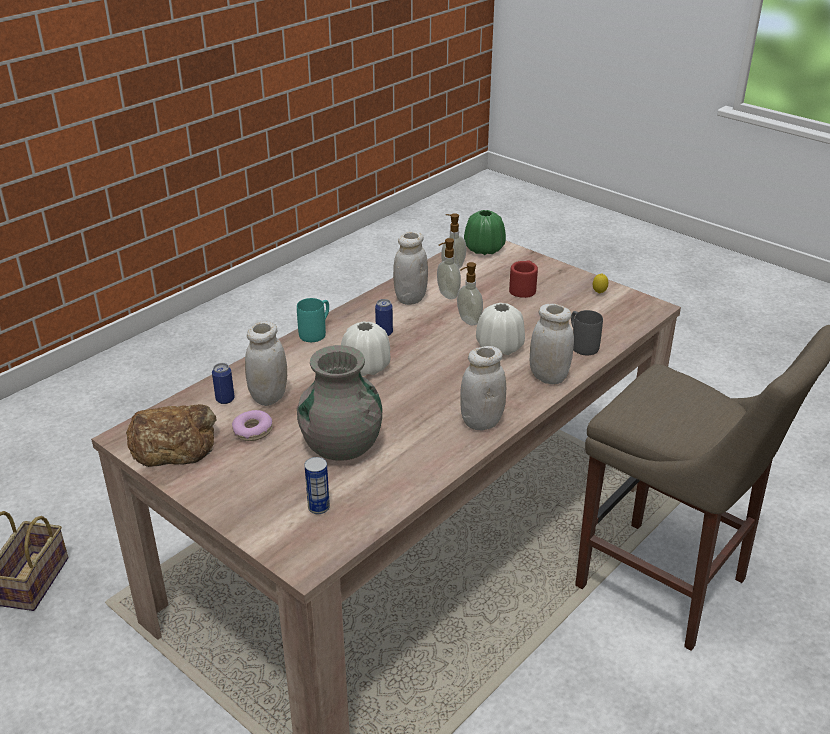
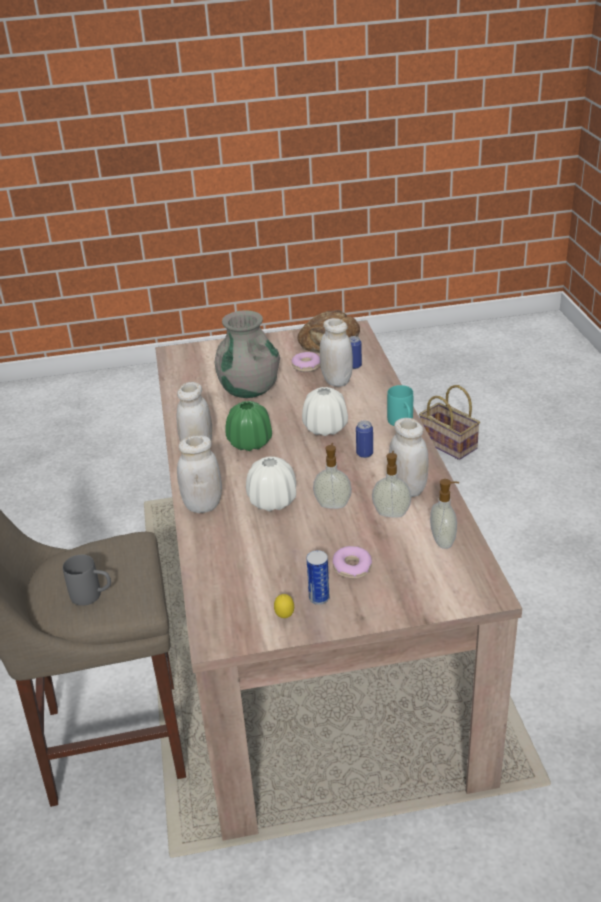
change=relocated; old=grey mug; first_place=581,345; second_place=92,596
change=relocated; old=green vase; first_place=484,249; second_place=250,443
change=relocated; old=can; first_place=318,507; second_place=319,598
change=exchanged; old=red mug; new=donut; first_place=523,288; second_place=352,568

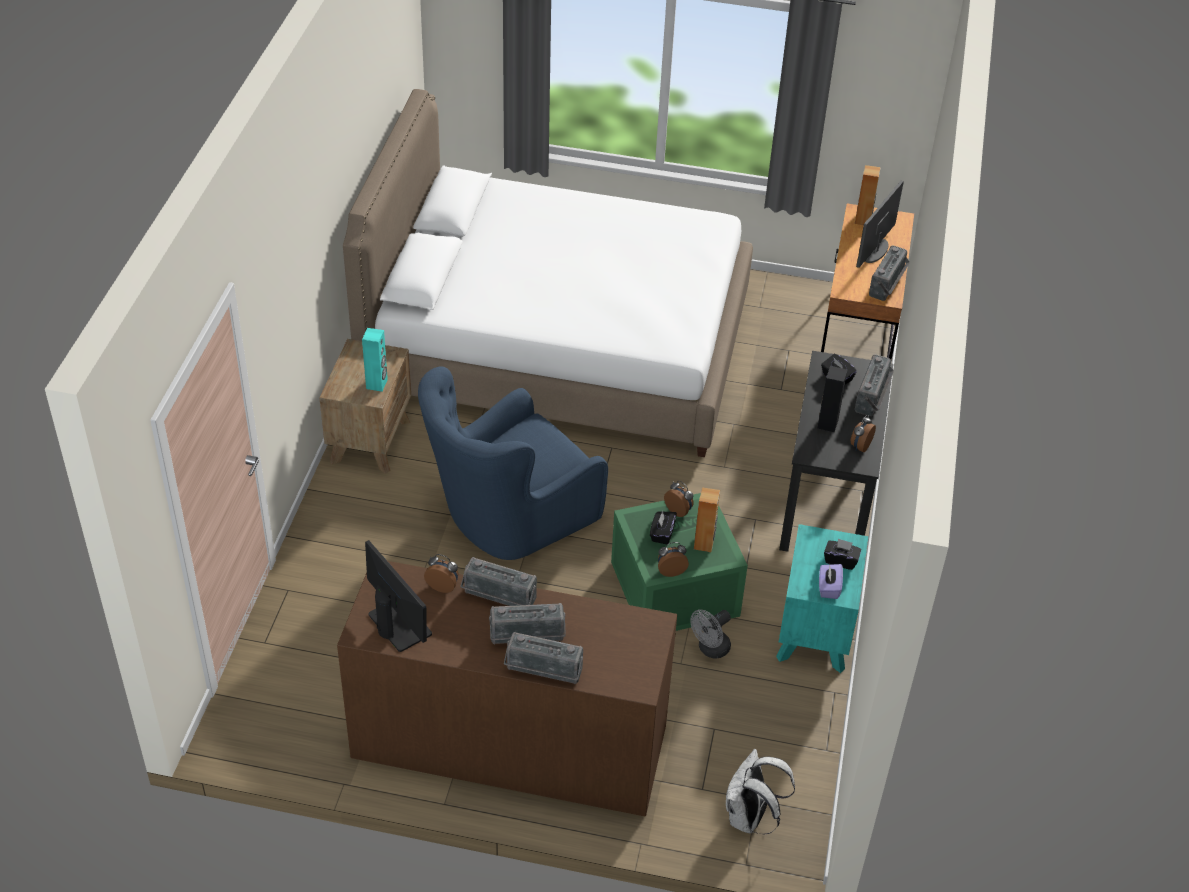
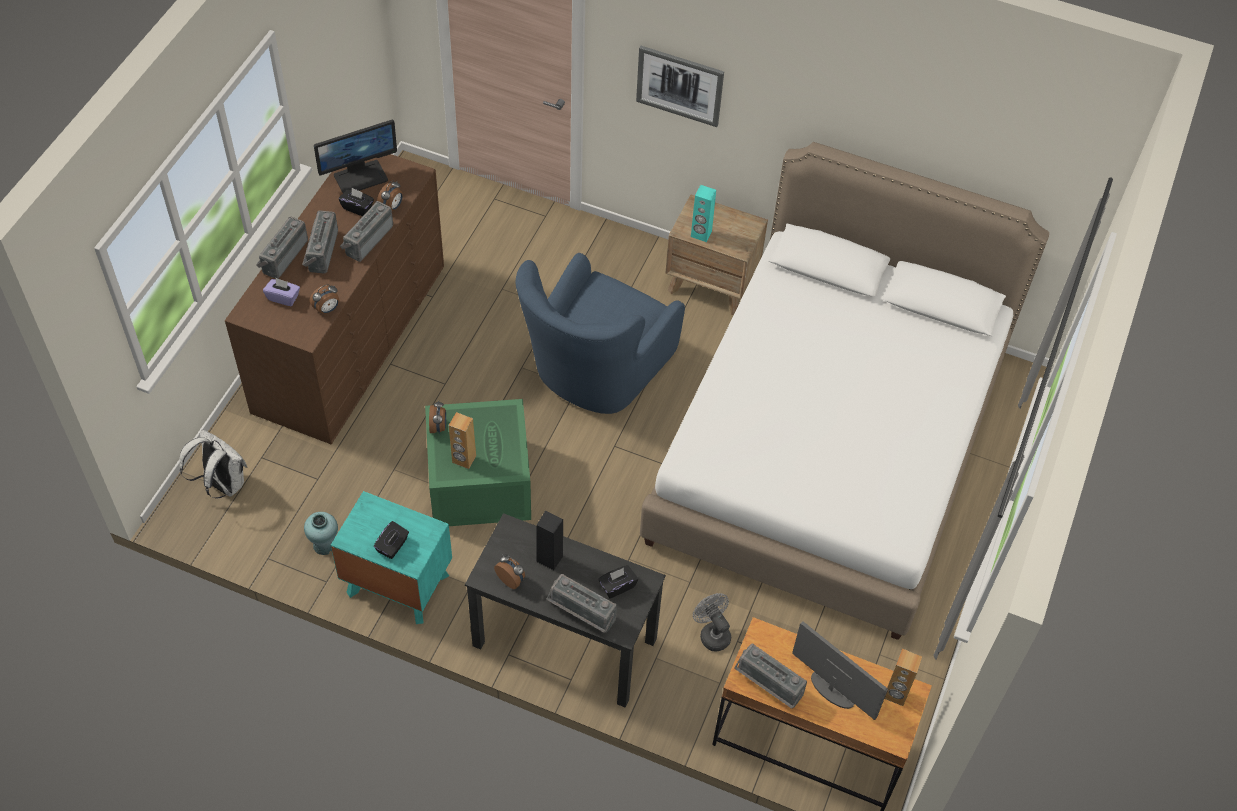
change=relocated; old=purple tissue box; first_place=828,588; second_place=283,297
change=appeared; new=turquoise vase; second_place=324,545
change=relocated; old=alarm clock; first_place=679,510; second_place=327,309
change=relocated; old=black tissue box; first_place=662,534; second_place=357,208
change=spun; old=blue armchair; first_place=509,517; second_place=595,372; degrees=-120
change=appeared; new=picture; second_place=679,85
change=relocated; old=grey fan; first_place=710,649; second_place=712,633

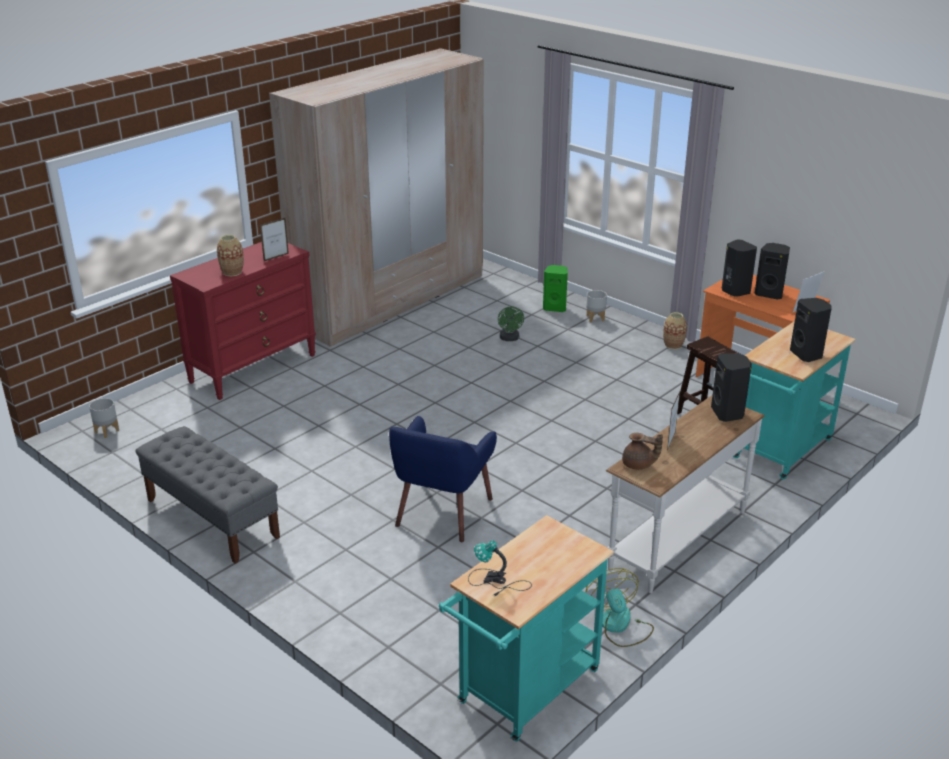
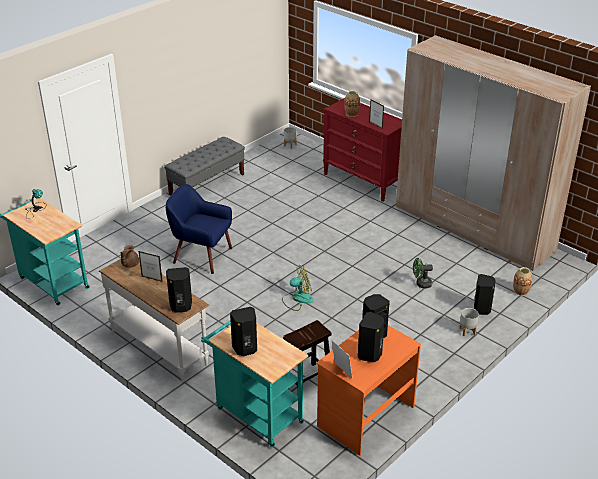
change=relocated; old=fan; first_place=619,626; second_place=297,299
change=colour; old=green speaker; new=black speaker; first_place=555,308; second_place=482,309
change=relocated; old=vase; first_place=673,345; second_place=520,291

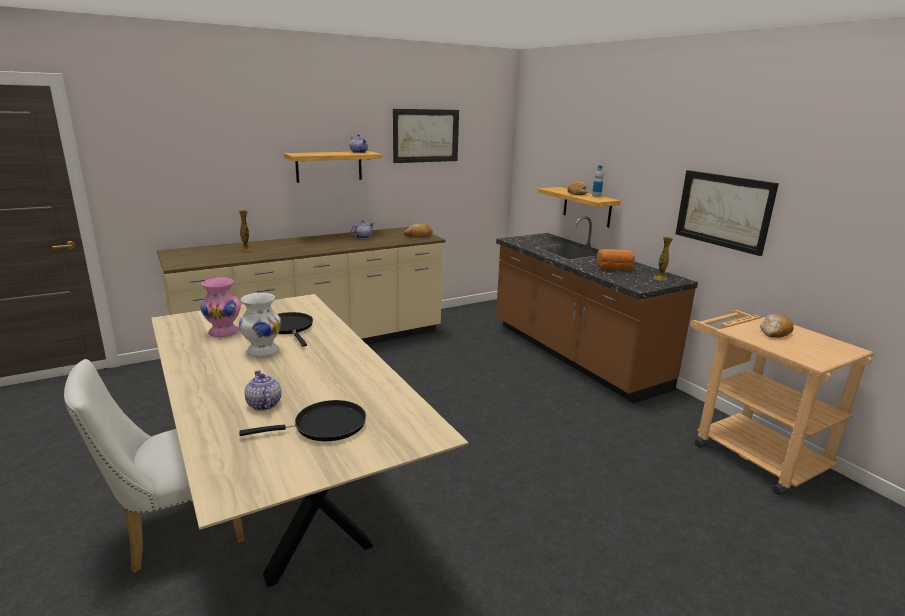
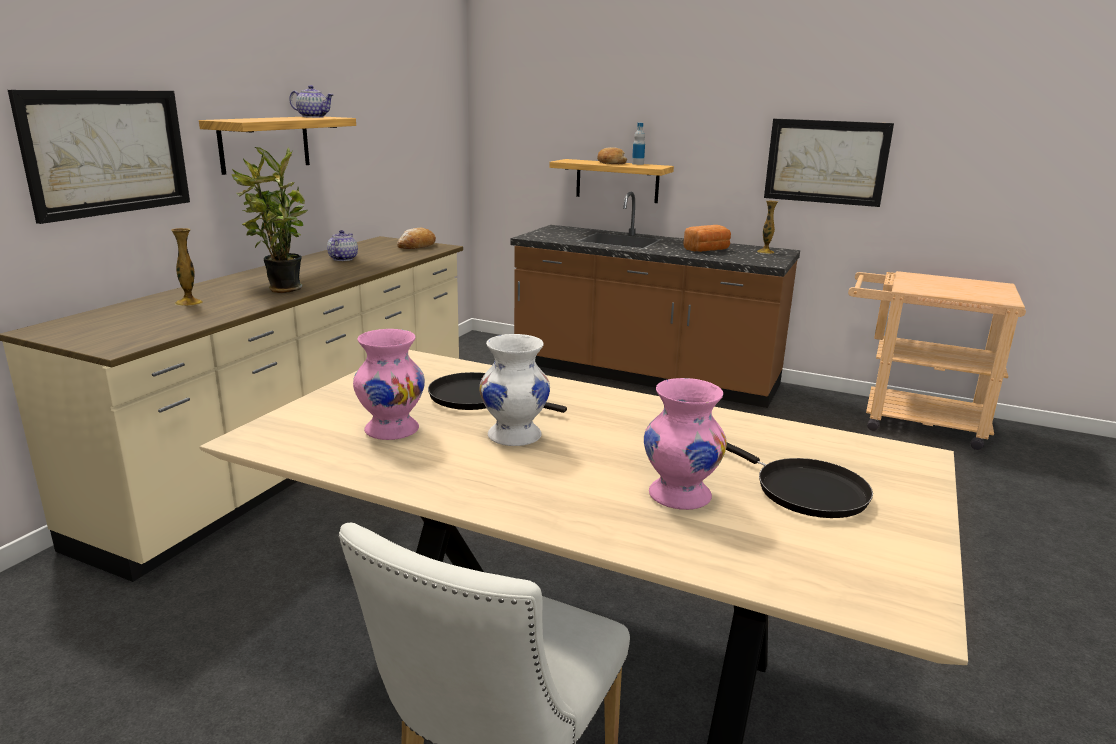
change=relocated; old=picture; first_place=425,135; second_place=107,152
change=appeared; new=potted plant; second_place=281,289
change=exchanged; old=teapot; new=pink vase; first_place=263,404; second_place=680,496
change=spun; old=black frying pan; first_place=324,426; second_place=804,491; degrees=105
change=missing; old=bread; first_place=774,332

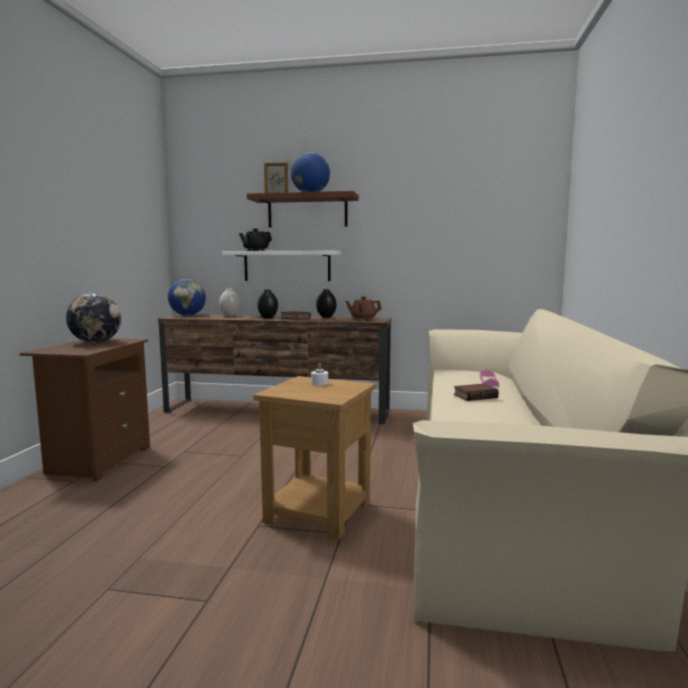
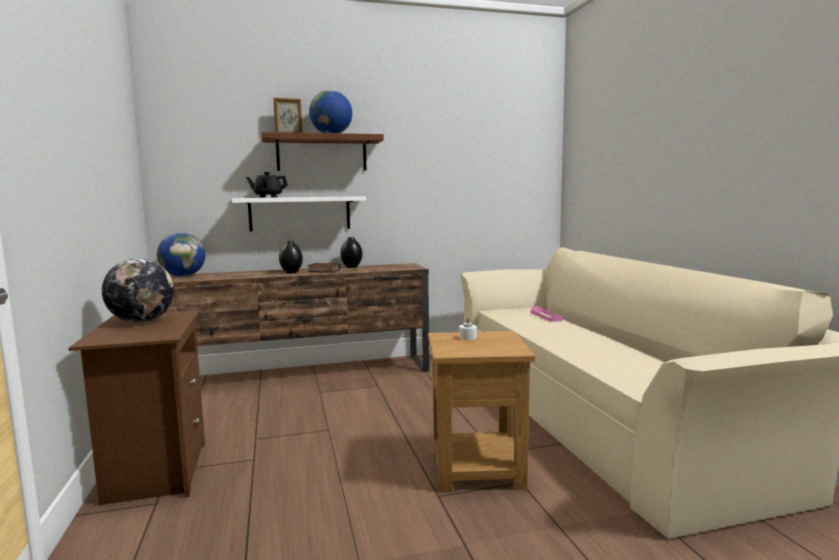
change=missing; old=white vase; first_place=230,315
change=missing; old=brown teapot; first_place=363,319
change=missing; old=book; first_place=475,396

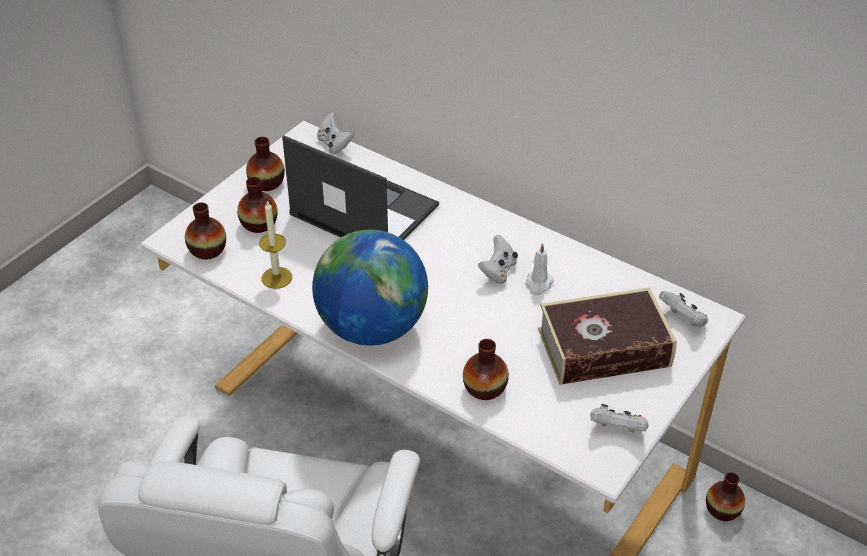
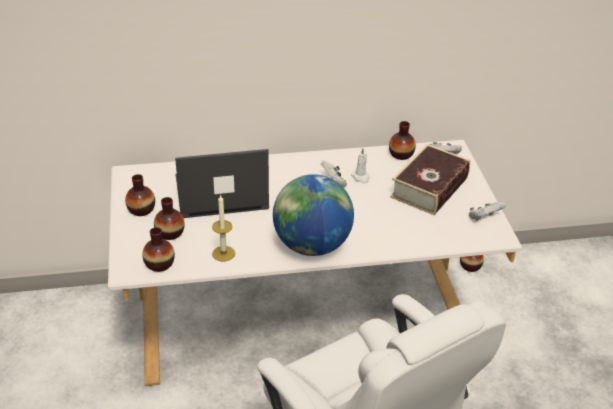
change=relocated; old=vase; first_place=485,388; second_place=401,154
change=missing; old=white game controller; first_place=334,144

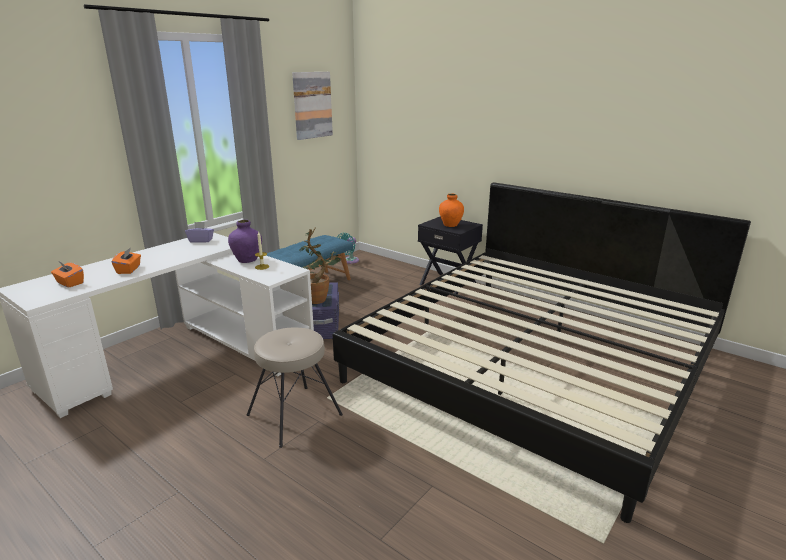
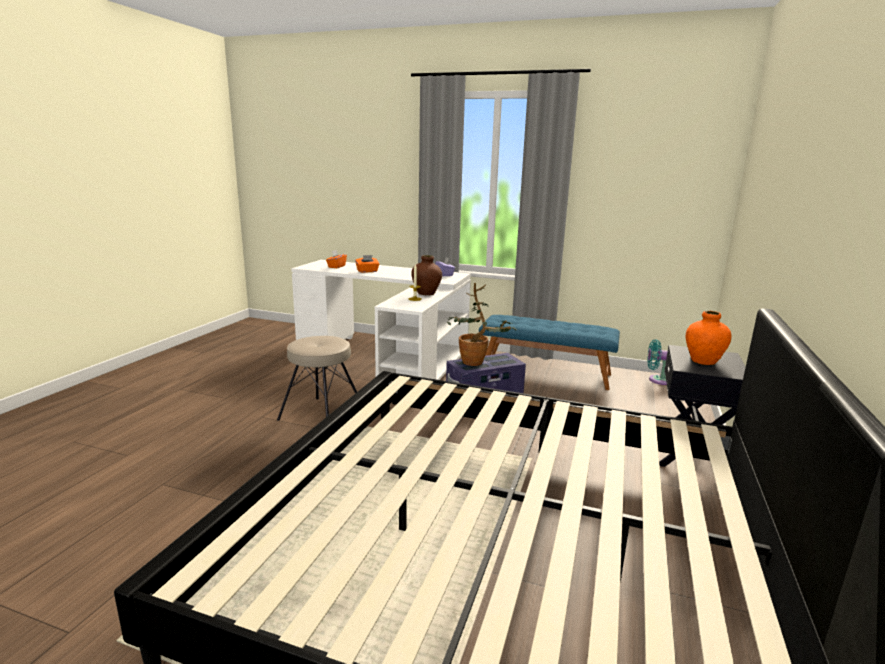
change=colour; old=purple vase; new=brown vase; first_place=247,260; second_place=426,293
change=missing; old=picture; first_place=312,105

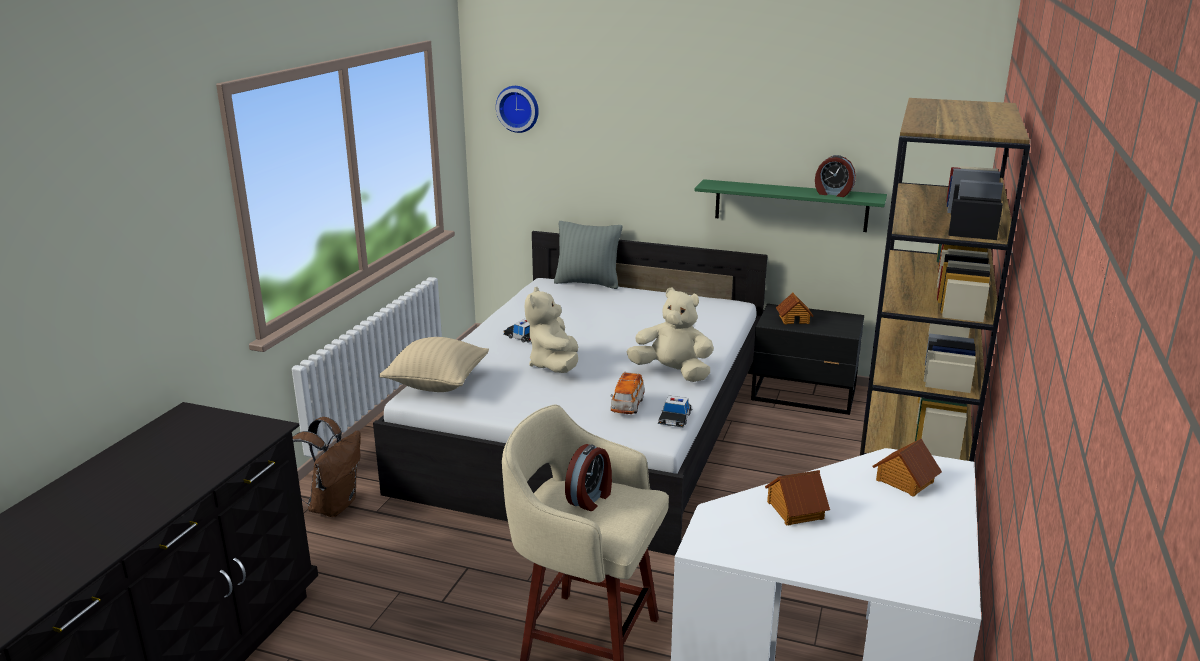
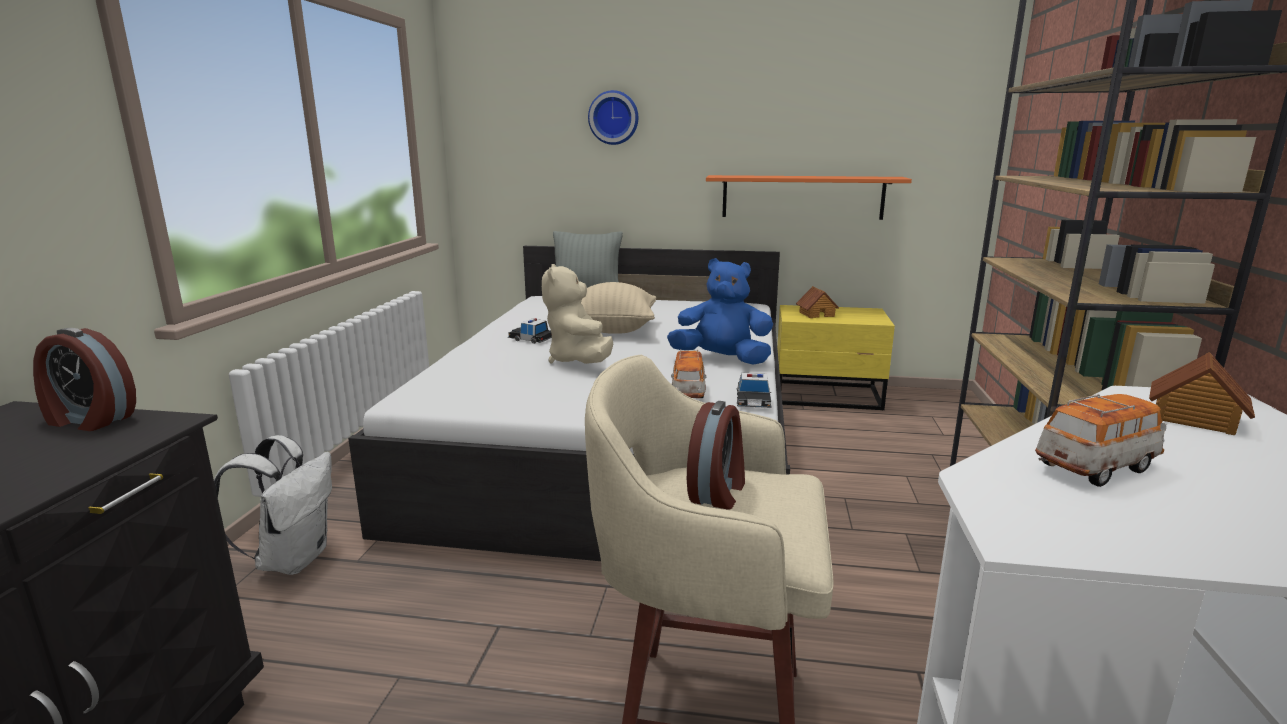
change=relocated; old=alarm clock; first_place=833,193; second_place=89,420
change=colour; old=brown backpack; new=white backpack; first_place=332,505; second_place=293,559
change=relocated; old=beige pillow; first_place=437,384; second_place=613,329
change=relocated; old=wall clock; first_place=518,108; second_place=614,117
change=colour; old=beige plush toy; new=blue plush toy; first_place=672,373; second_place=722,359
change=colour; old=green shelf; new=orange shelf; first_place=790,205; second_place=802,197
change=colour; old=black nightstand; new=yellow nightstand; first_place=805,395; second_place=828,396
change=exchanged; old=toy house; new=toy car; first_place=794,510; second_place=1096,467

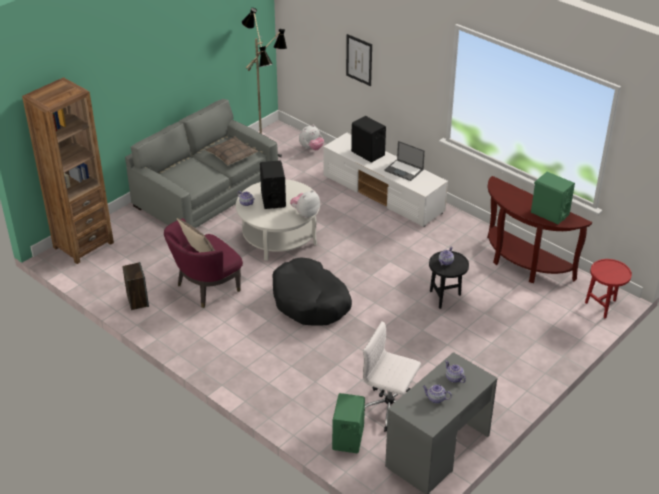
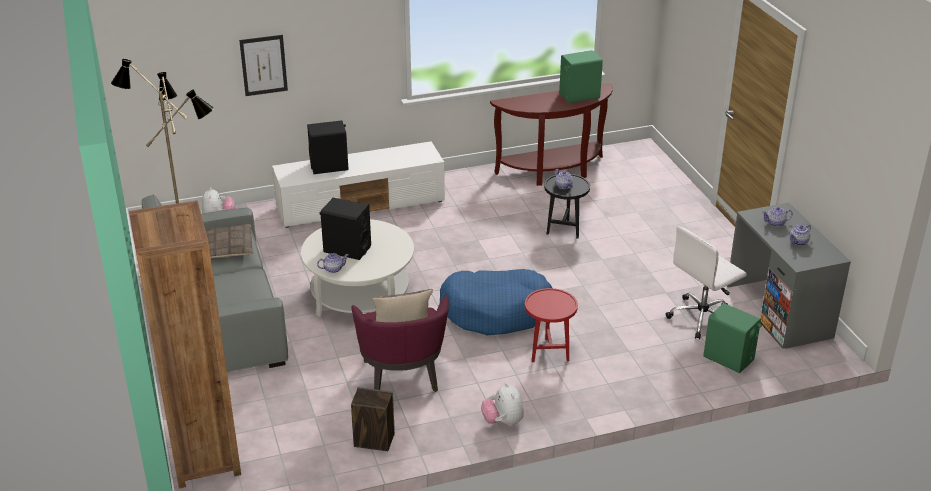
change=colour; old=black dog bed; new=blue dog bed; first_place=310,301; second_place=496,311
change=relocated; old=plush toy; first_place=305,213; second_place=503,422
change=relocated; old=red side table; first_place=603,306; second_place=548,351
change=missing; old=laptop; first_place=404,170

